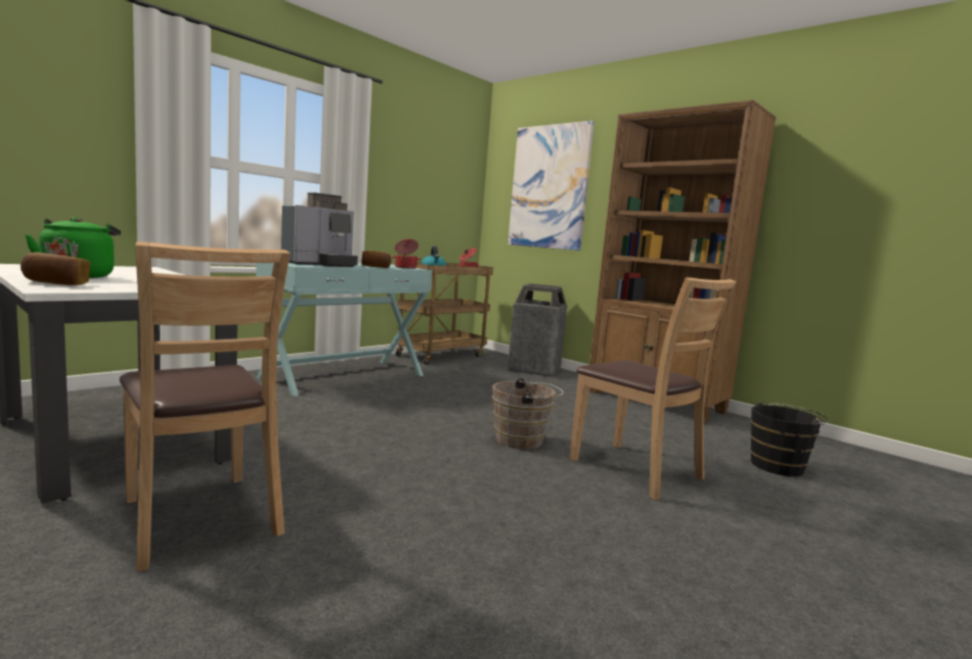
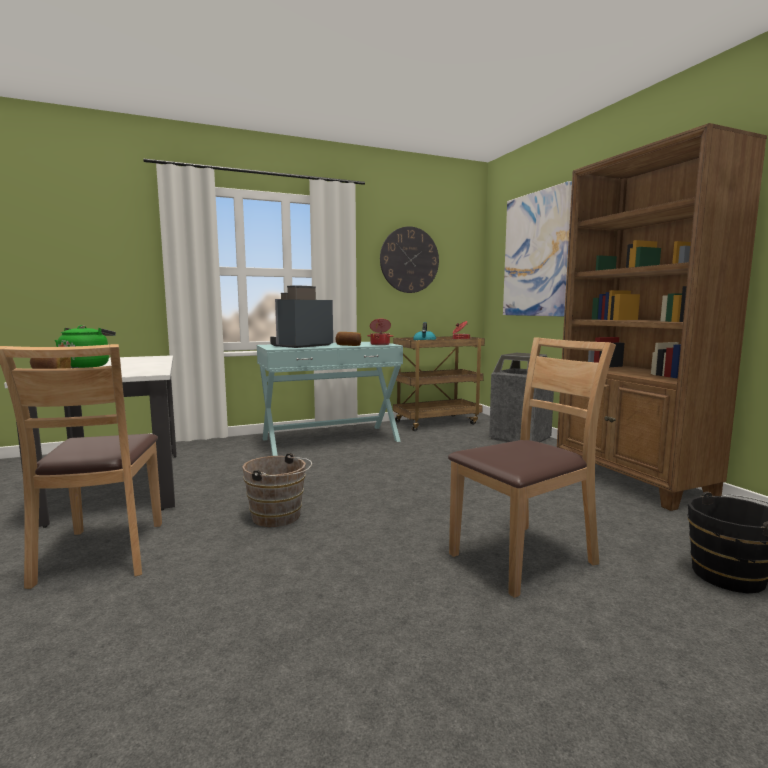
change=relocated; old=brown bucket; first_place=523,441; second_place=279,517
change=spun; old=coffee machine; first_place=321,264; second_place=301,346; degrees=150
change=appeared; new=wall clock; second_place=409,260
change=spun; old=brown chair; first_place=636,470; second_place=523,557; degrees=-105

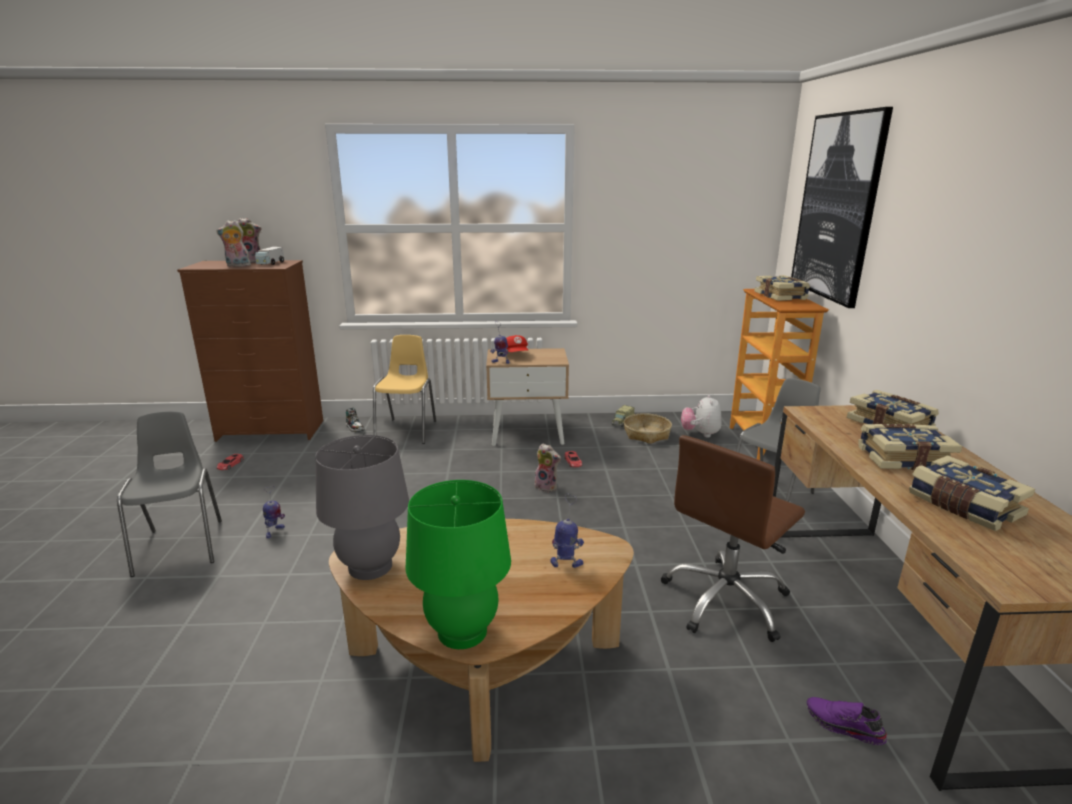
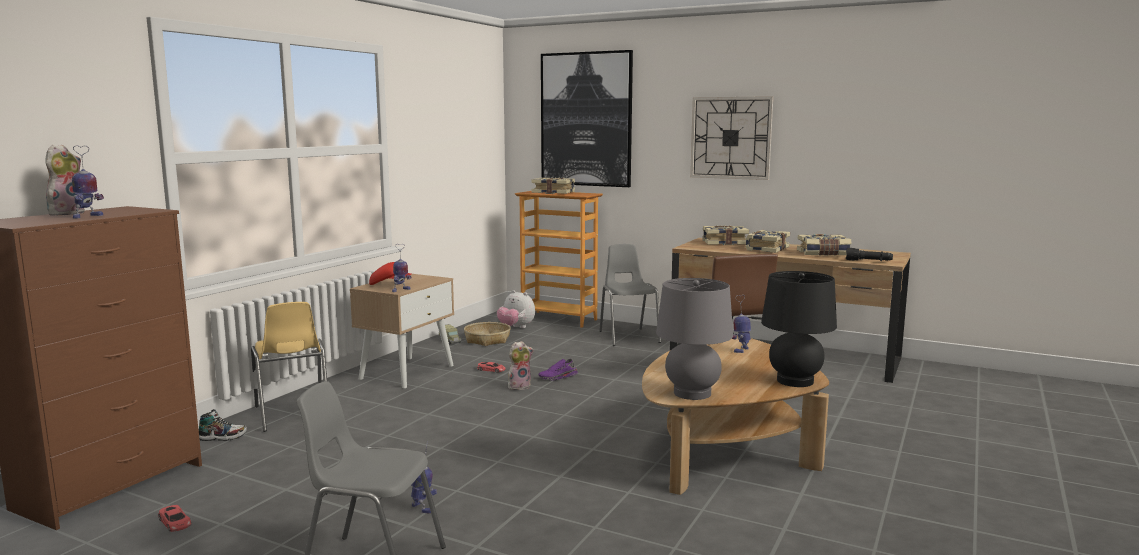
change=exchanged; old=plush toy; new=toy robot; first_place=237,266; second_place=87,216
change=spun; old=yellow chair; first_place=407,431; second_place=292,414; degrees=-150
change=relocated; old=purple shoe; first_place=843,726; second_place=558,377
change=appeared; new=wall clock; second_place=731,138
change=colour; old=green table lamp; new=black table lamp; first_place=462,631; second_place=795,381
change=appeared; new=black flashlight; second_place=868,261
change=missing; old=toy truck; first_place=270,263

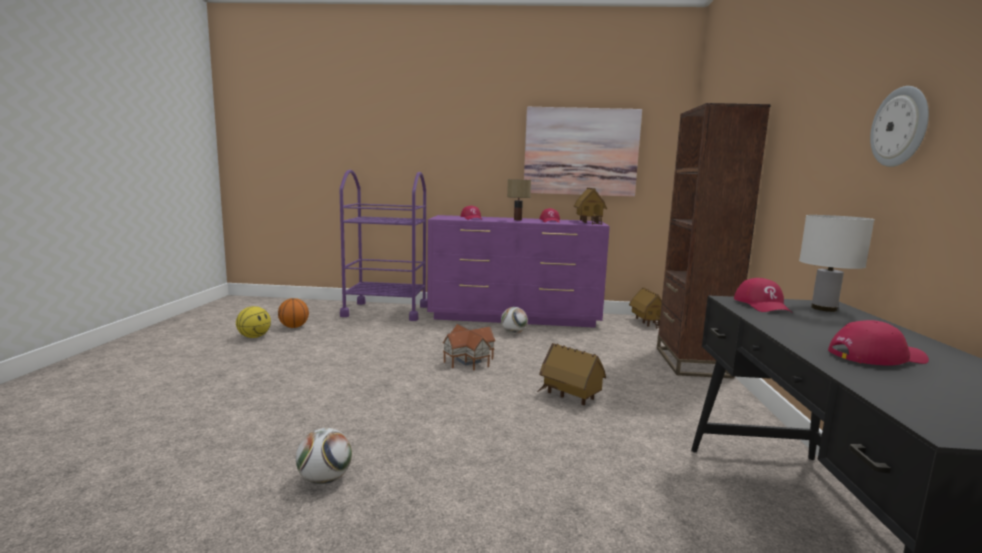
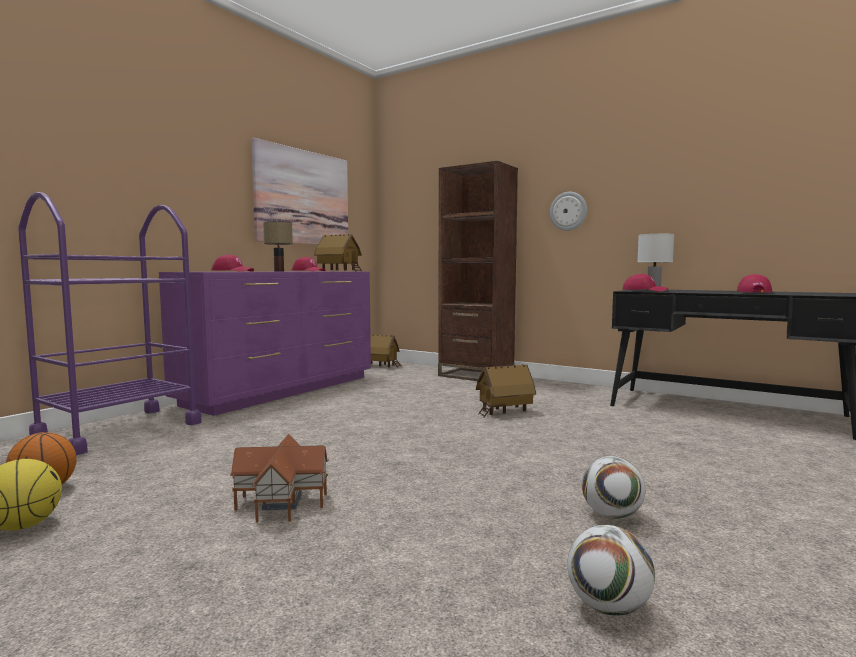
change=relocated; old=toy house; first_place=469,361; second_place=283,501
change=relocated; old=wall clock; first_place=900,127; second_place=568,211
change=relocated; old=football; first_place=513,333; second_place=608,607

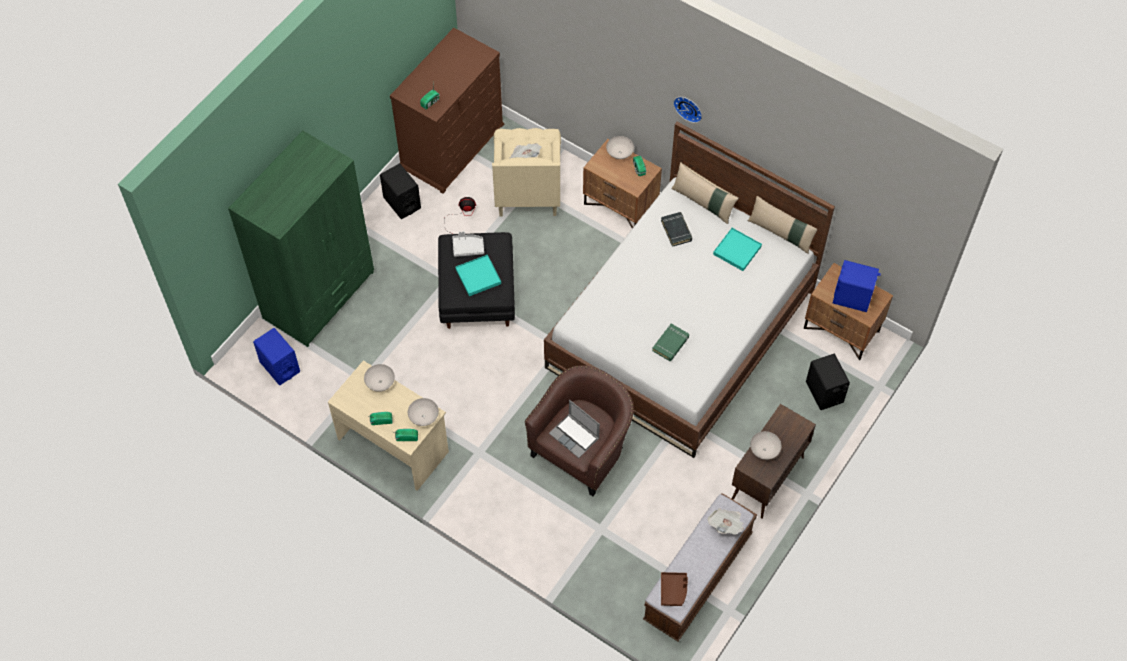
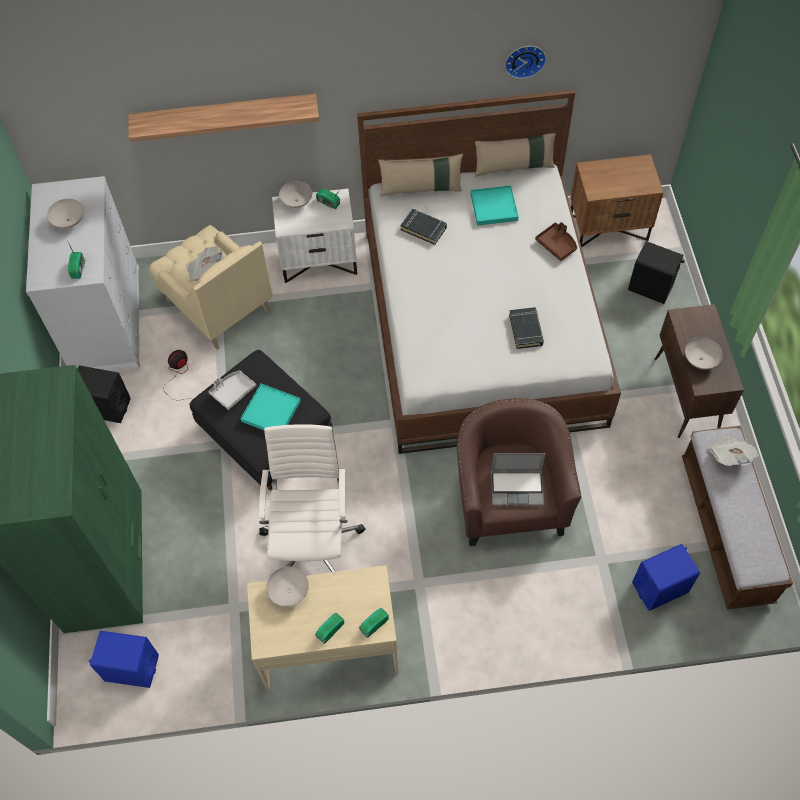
change=colour; old=brown dresser; new=white dresser; first_place=452,145; second_place=105,319
change=relocated; old=white bowl; first_place=424,417; second_place=69,221
change=appeared; new=shelf; second_place=225,115
change=appeared; new=white office chair; second_place=312,542
change=colour; old=brown nightstand; new=white nightstand; first_place=620,205; second_place=319,260
change=relocated; old=wall clock; first_place=689,107; second_place=524,59
change=colour; old=green book; new=black book; first_place=670,344; second_place=526,330
change=relocated; old=brown tray; first_place=673,590; second_place=557,245
change=relocated; old=blue speaker; first_place=852,298; second_place=660,587

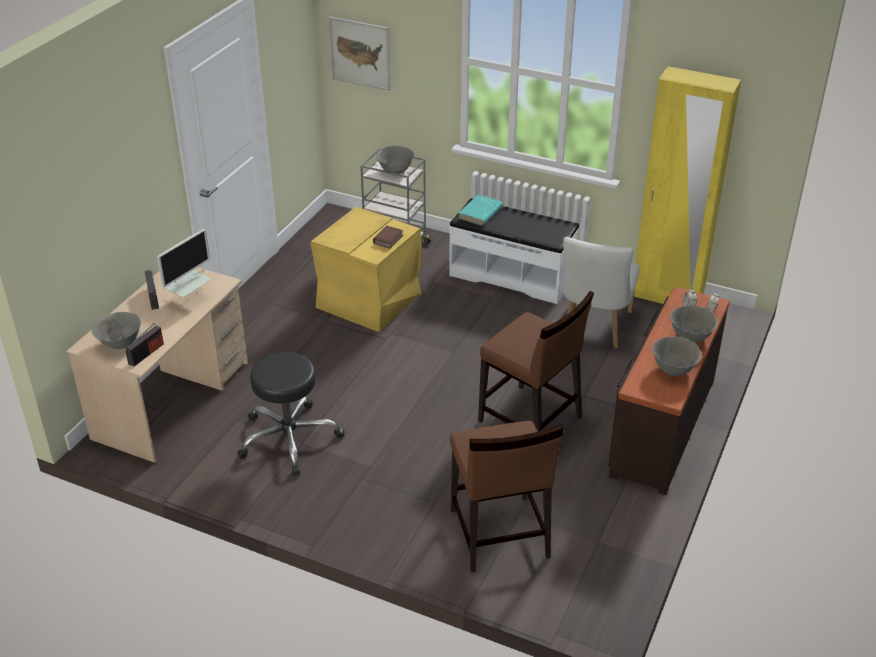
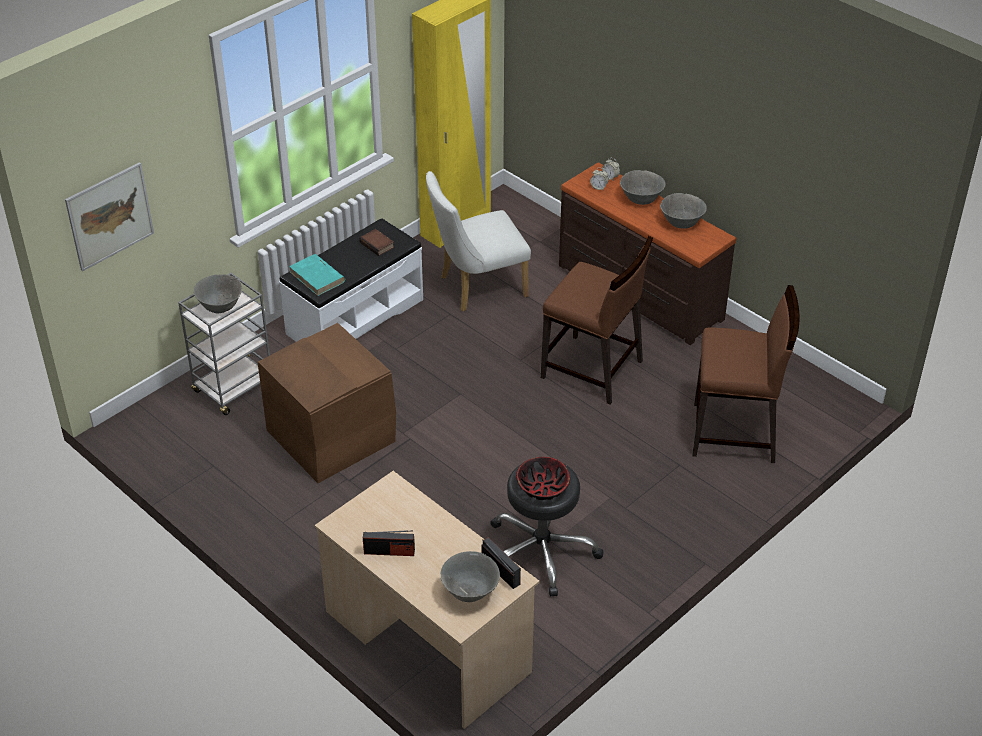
change=colour; old=yellow storage box; new=brown storage box; first_place=370,300; second_place=331,434
change=relocated; old=book; first_place=389,240; second_place=378,245
change=spun; old=white chair; first_place=594,328; second_place=477,288; degrees=120
change=appeared; new=bowl; second_place=543,488
change=spun; old=brown chair; first_place=530,420; second_place=592,370; degrees=60
change=missing; old=monitor; first_place=188,299

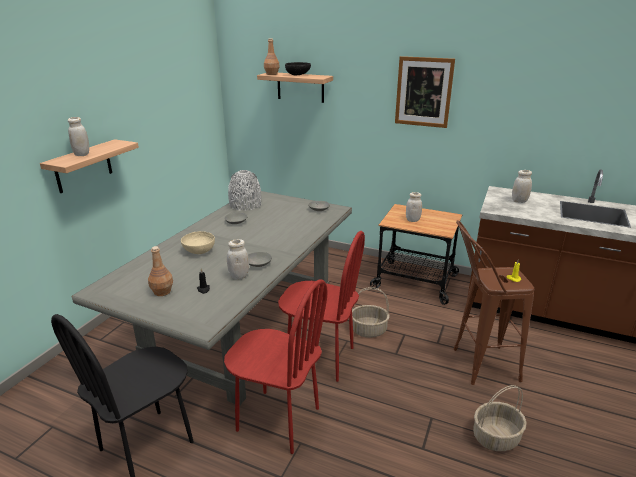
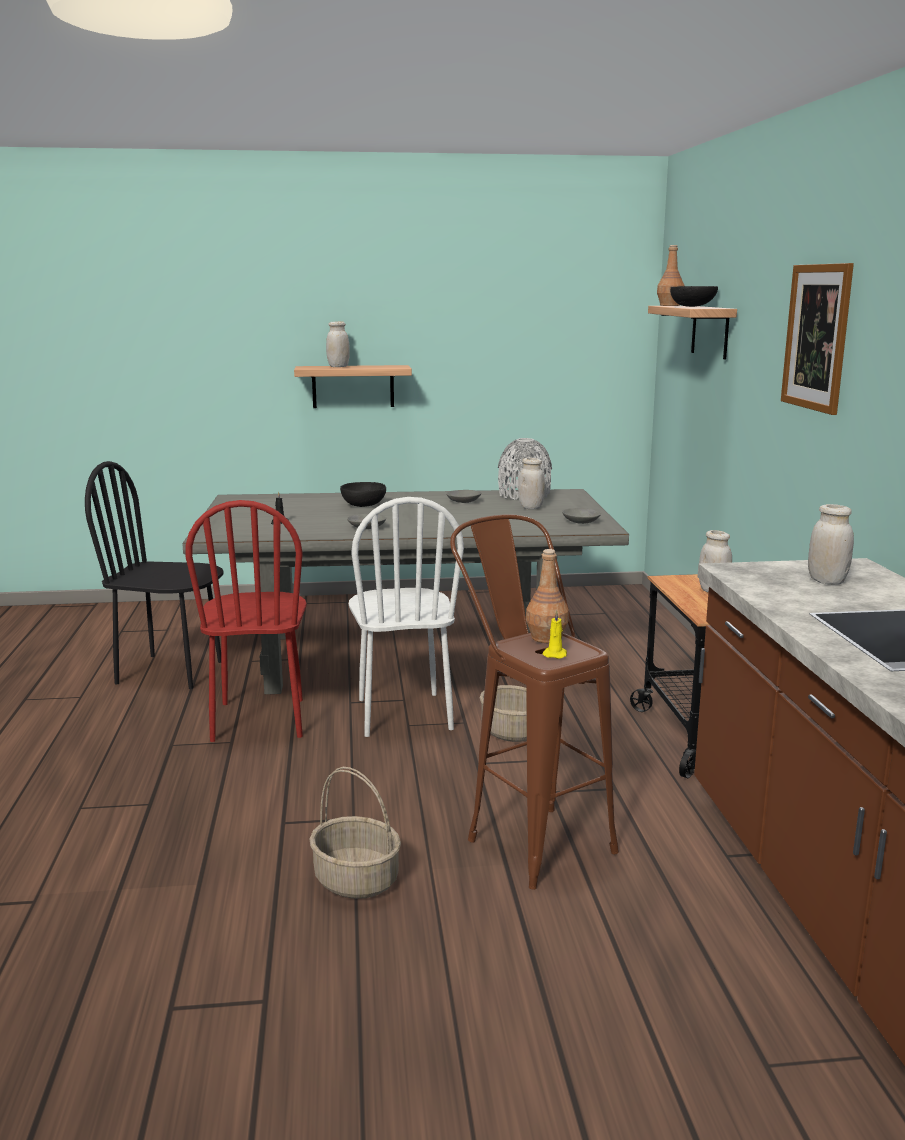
change=colour; old=beige bowl; new=black bowl; first_place=199,250; second_place=363,505
change=colour; old=red chair; new=white chair; first_place=320,357; second_place=403,714
change=relocated; old=white jar; first_place=239,276; second_place=531,507
change=relocated; old=brown bottle; first_place=162,291; second_place=546,638

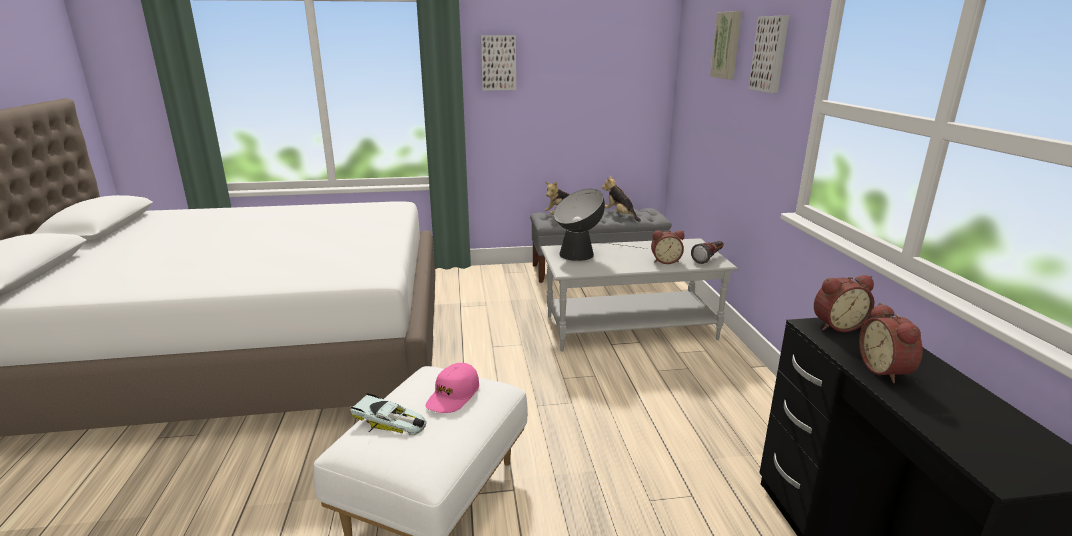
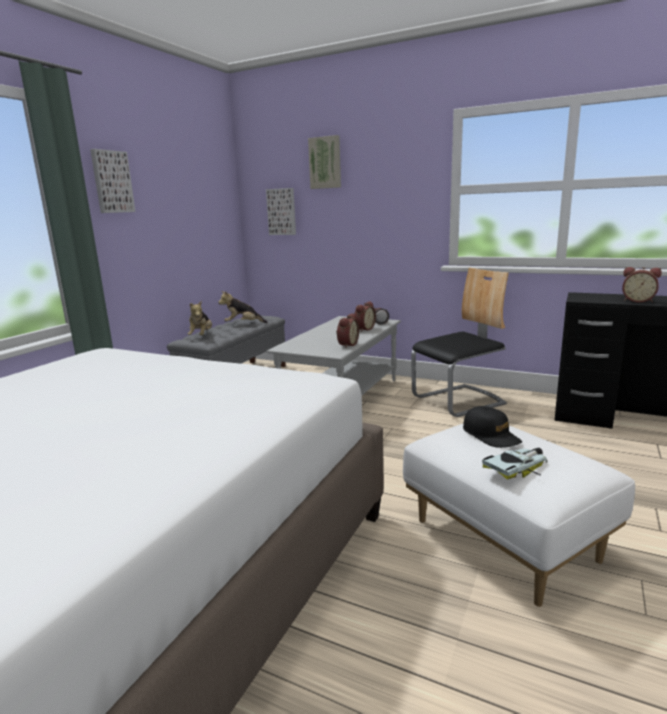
change=relocated; old=picture; first_place=771,54; second_place=282,211
change=relocated; old=alarm clock; first_place=836,325; second_place=346,345
change=appeared; new=chair; second_place=459,401
change=colour; old=pink cap; new=black cap; first_place=453,395; second_place=491,435
change=missing; old=table lamp; first_place=582,253

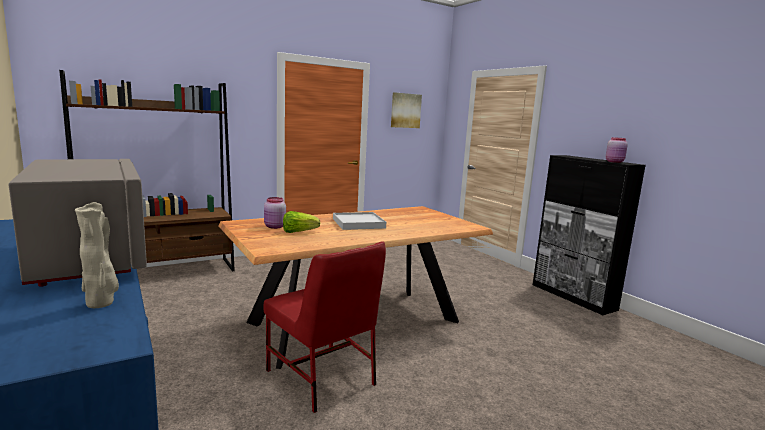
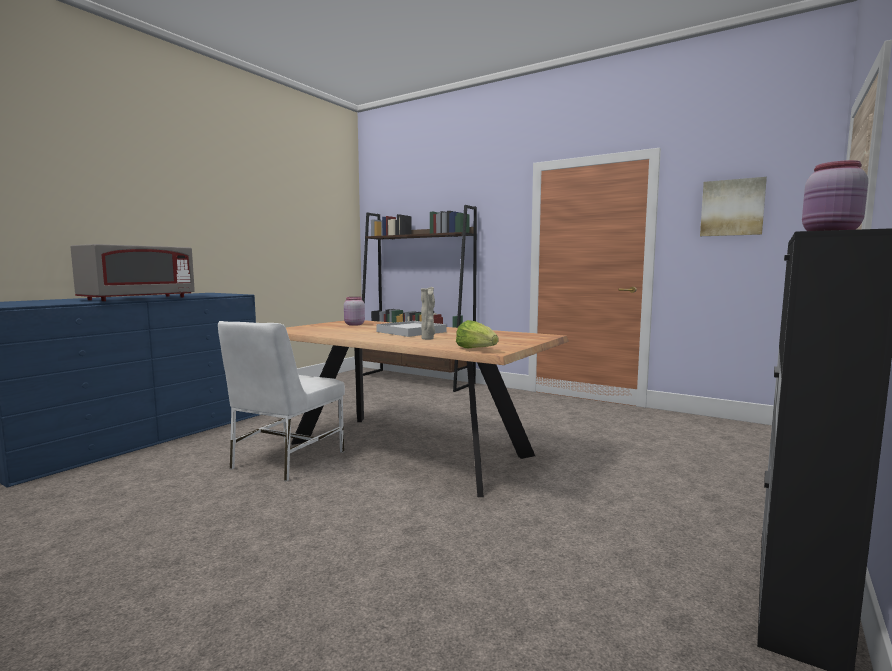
change=colour; old=red chair; new=white chair; first_place=322,378; second_place=286,460
change=relocated; old=beige vase; first_place=101,304; second_place=428,339
change=relocated; old=lettuce; first_place=298,232; second_place=476,349

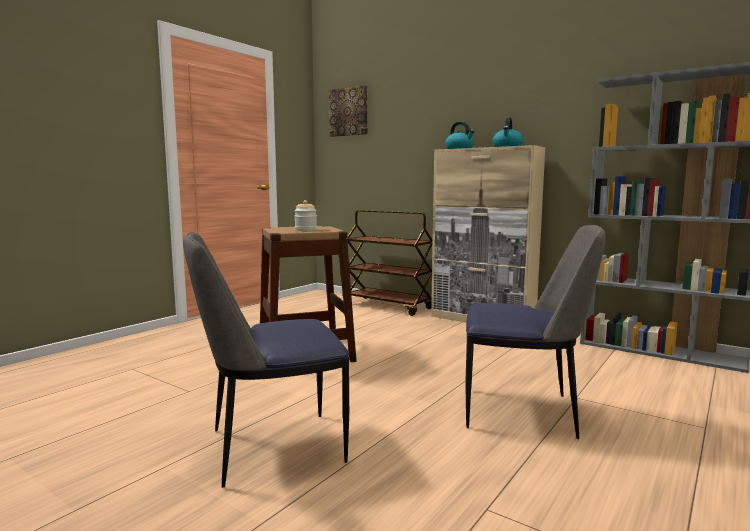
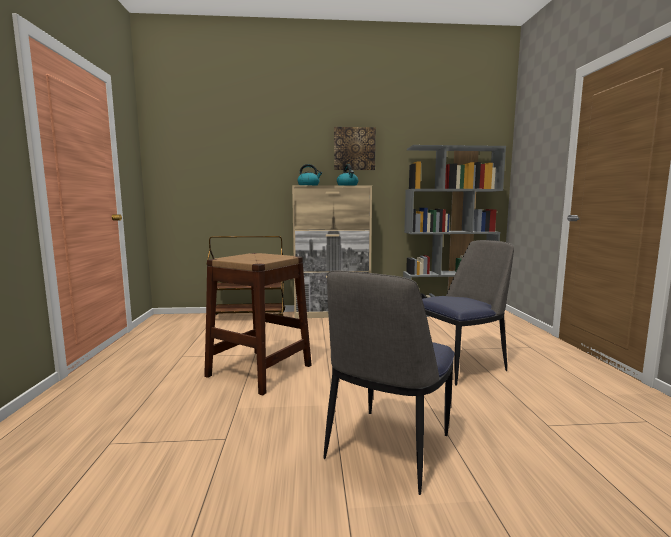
change=relocated; old=picture; first_place=349,112; second_place=354,149
change=missing; old=jar; first_place=305,230

